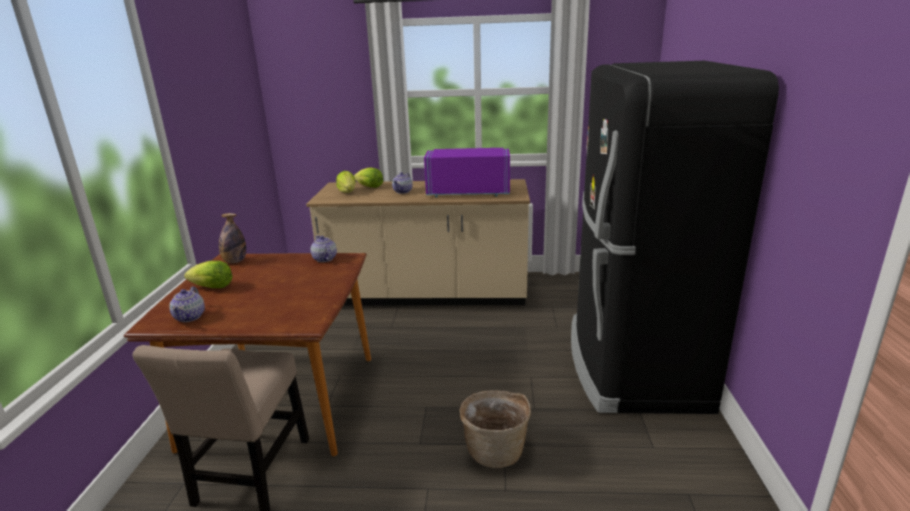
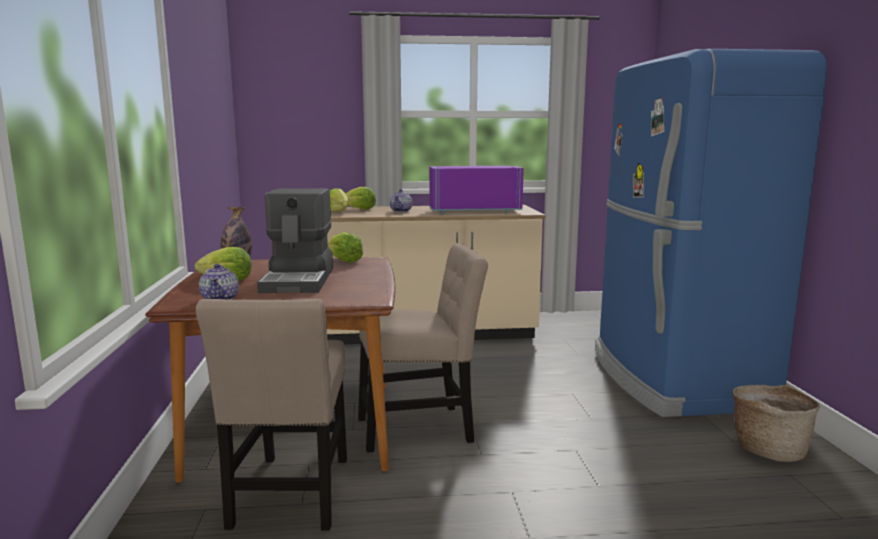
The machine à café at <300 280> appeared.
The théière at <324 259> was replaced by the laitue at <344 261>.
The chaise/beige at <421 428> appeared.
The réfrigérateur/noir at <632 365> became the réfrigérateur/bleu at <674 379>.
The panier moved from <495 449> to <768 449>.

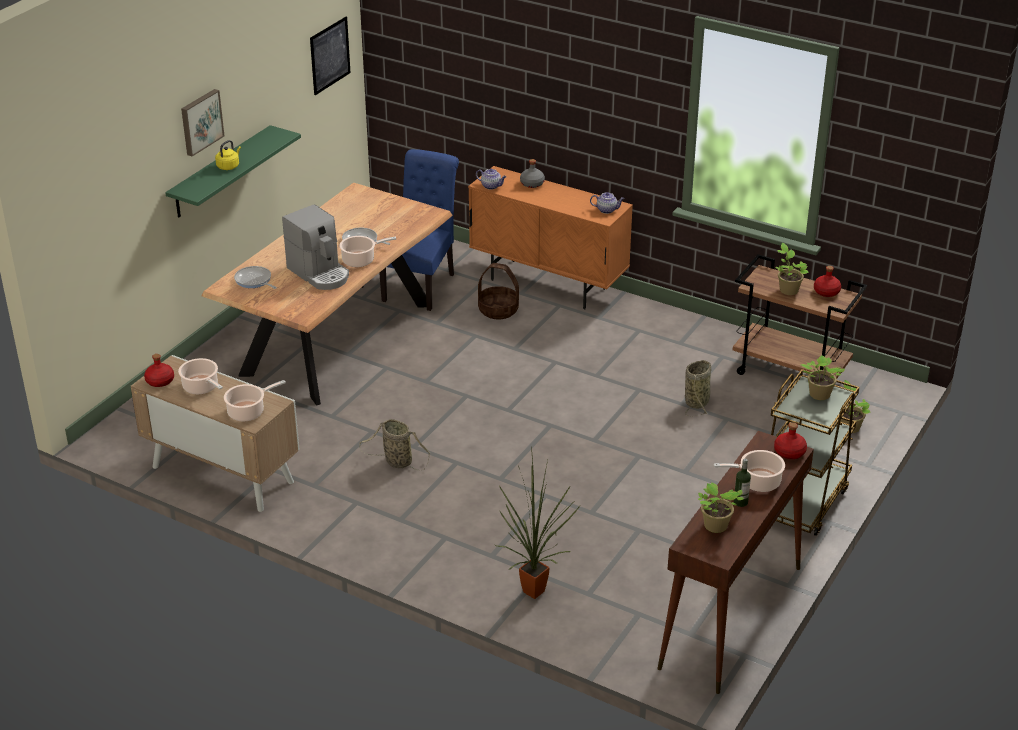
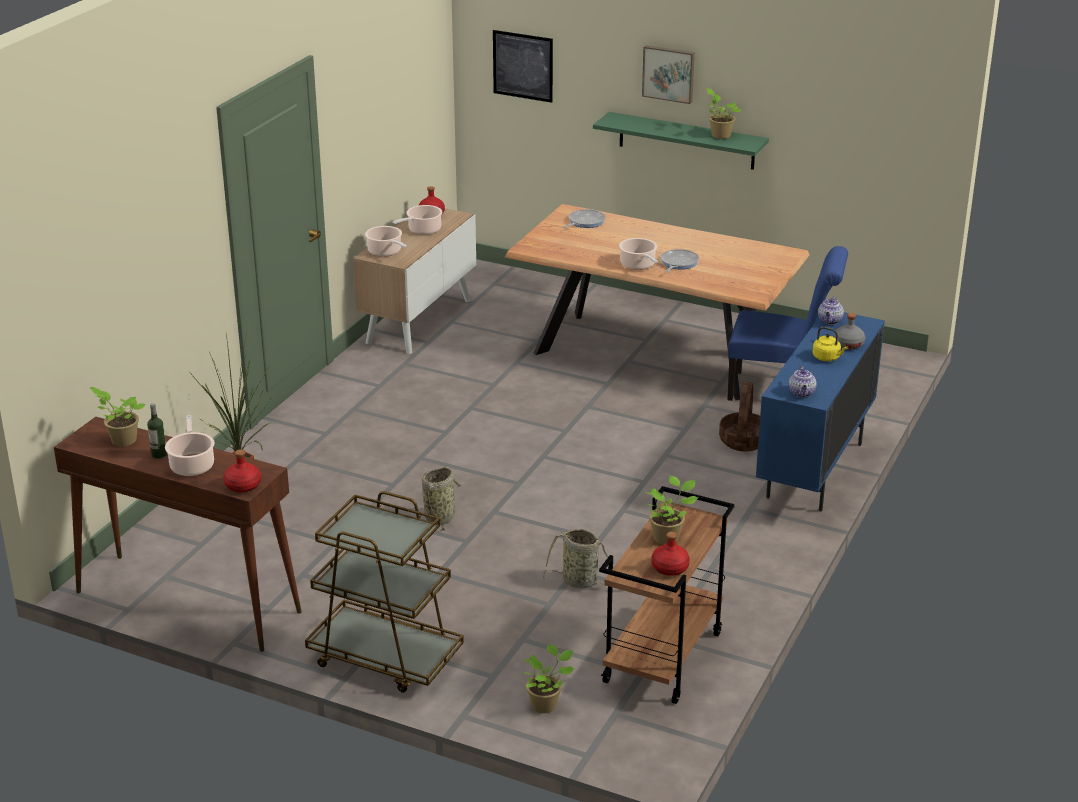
The panier moved from <396 461> to <441 517>.
The tableau moved from <330 55> to <523 66>.
The plante en pot moved from <818 395> to <719 135>.
The meuble de rangement/orange at <548 284> became the meuble de rangement/bleu at <814 471>.
The bouilloire/jaune moved from <229 166> to <827 358>.
The machine à café at <320 273> disappeared.

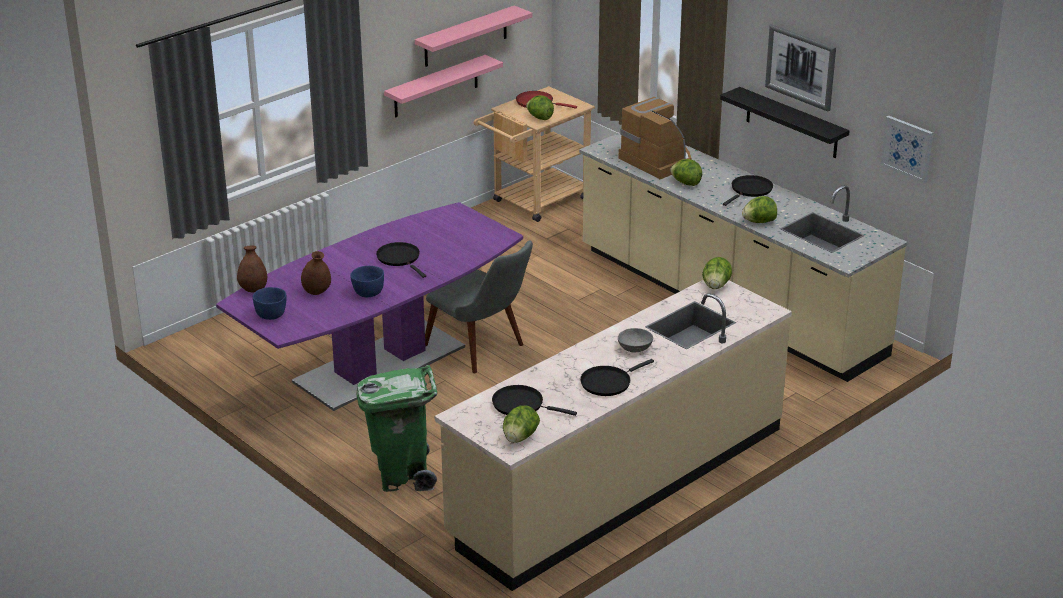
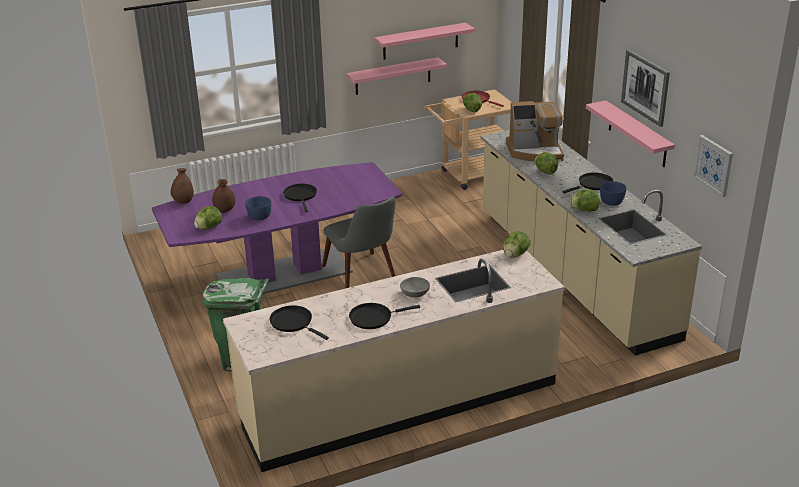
The laitue moved from <520 438> to <208 227>.
The machine à café at <658 160> turned 105 degrees clockwise.
The étagère/noir at <792 123> became the étagère/rose at <637 134>.
The bol/bleu moved from <271 315> to <612 202>.

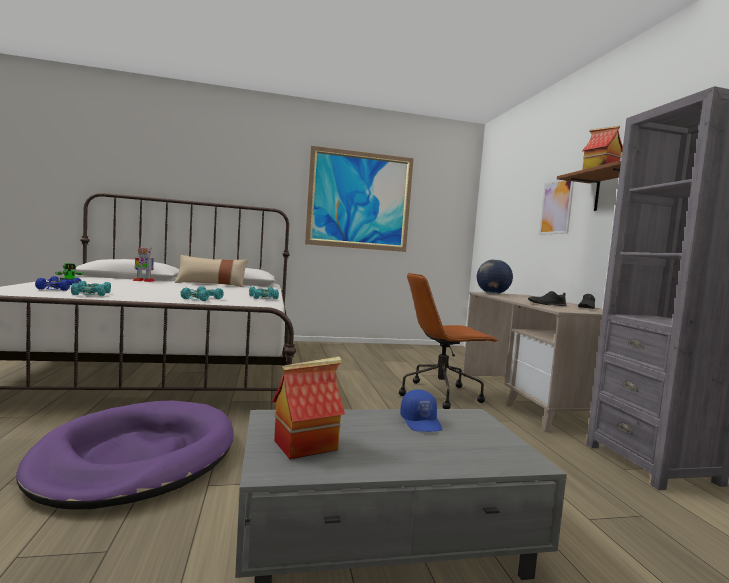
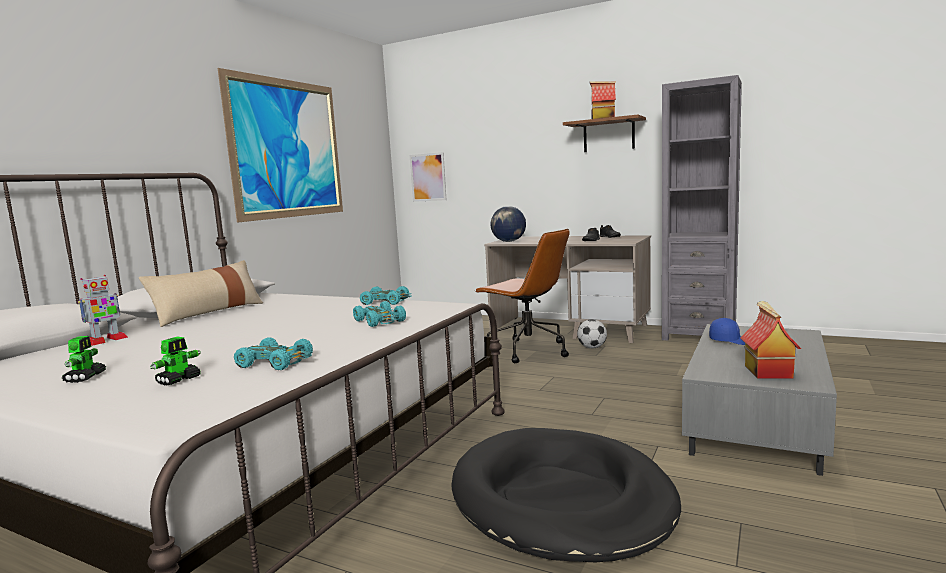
The petite voiture/bleu at <59 289> was replaced by the robot jouet at <179 380>.
The tableau moved from <556 207> to <428 177>.
The panier pour chien/violet at <137 458> became the panier pour chien/noir at <561 499>.
The chaise de bureau/marron at <441 394> turned 75 degrees counterclockwise.
The ballon de foot at <592 347> appeared.

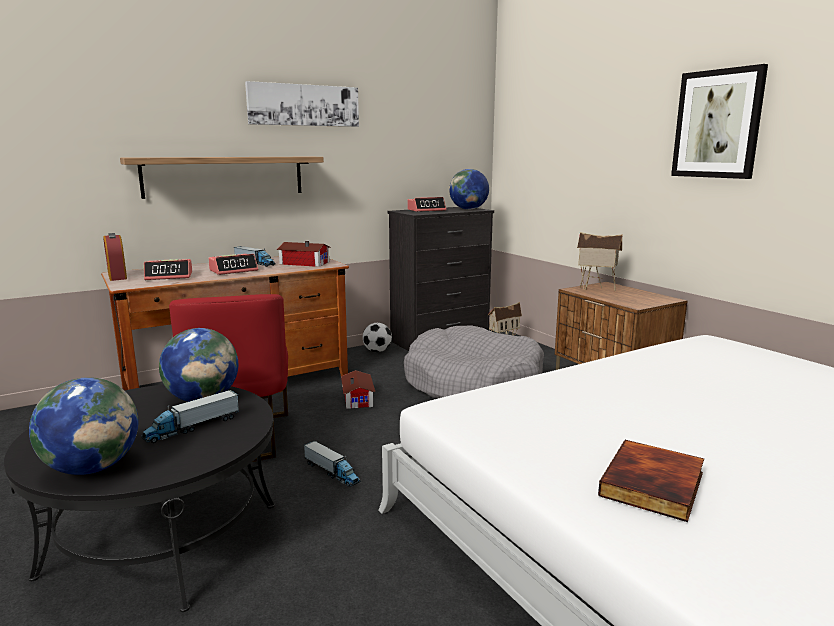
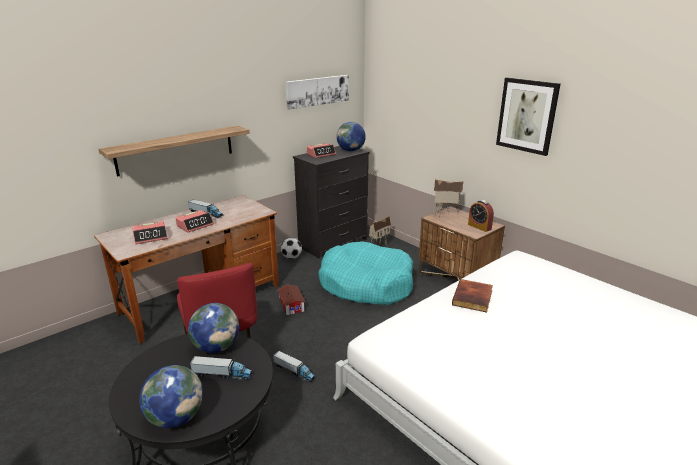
The camion jouet at <192 427> turned 120 degrees counterclockwise.
The tableau moved from <304 105> to <317 91>.
The panier pour chien/gris at <473 384> became the panier pour chien/turquoise at <366 284>.
The livre moved from <654 485> to <473 298>.
The réveil moved from <117 276> to <479 227>.
The maison miniature at <304 263> disappeared.

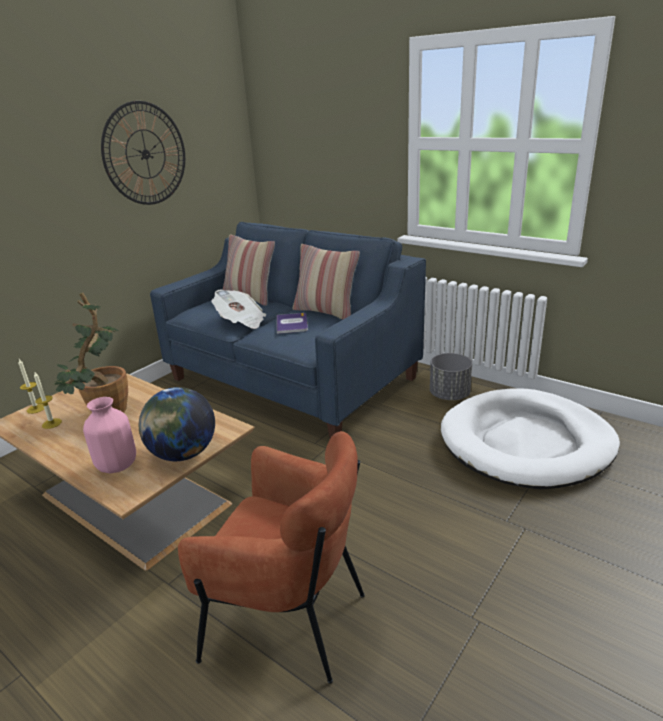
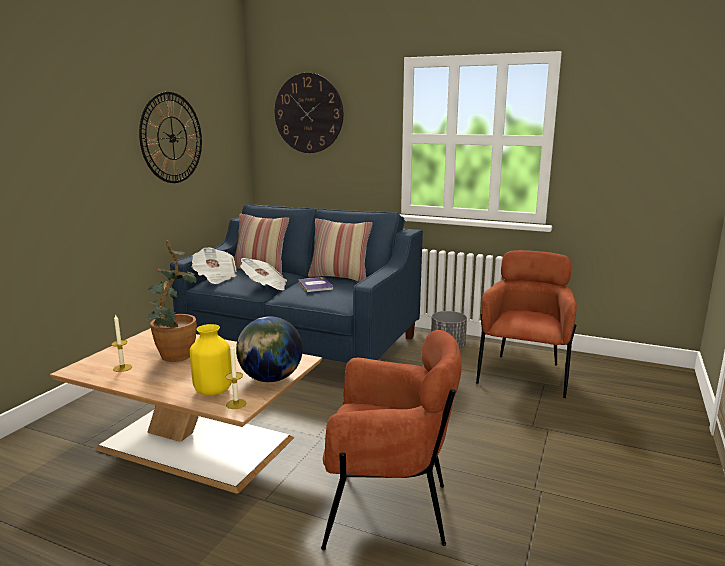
The vase/rose at <117 465> became the vase/jaune at <213 391>.
The journal at <215 277> appeared.
The bougie moved from <36 409> to <236 404>.
The horloge murale at <308 113> appeared.
The panier pour chien/blanc at <526 443> was replaced by the fauteuil/marron at <524 375>.

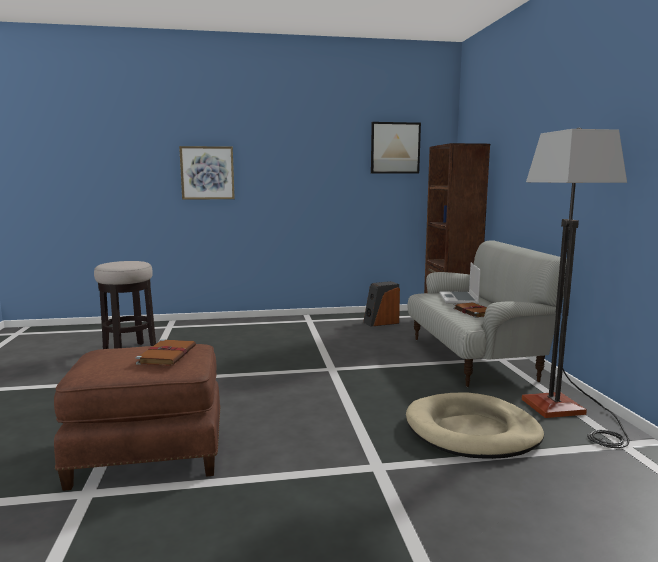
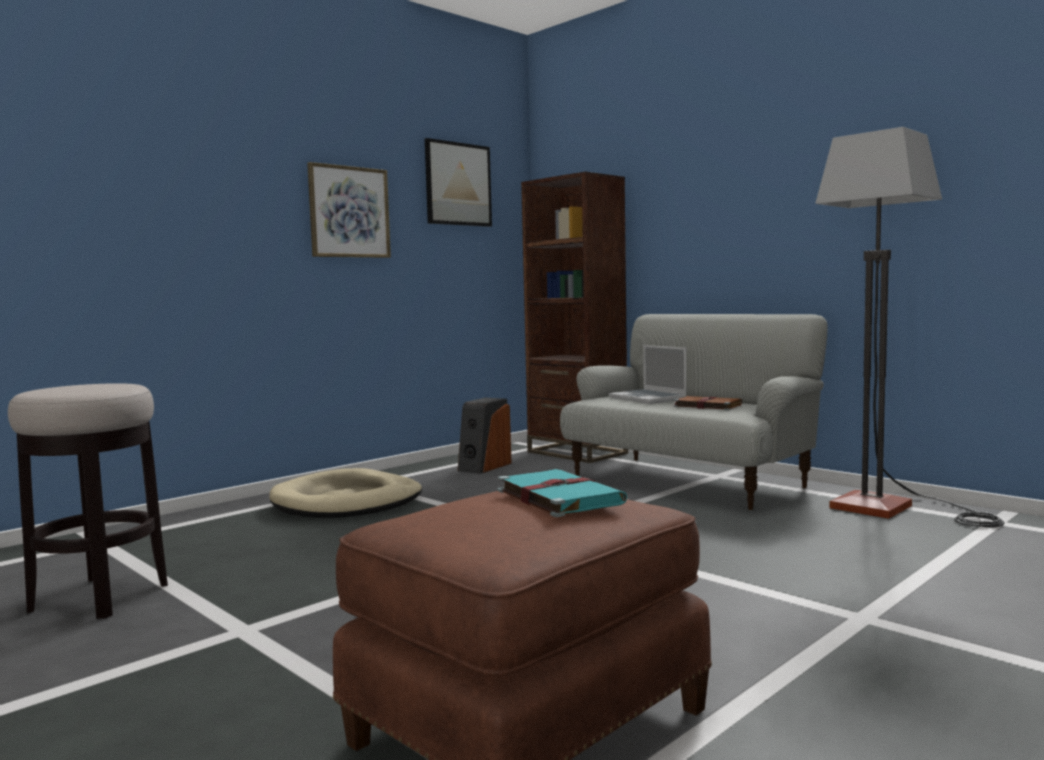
The panier pour chien/beige moved from <472 431> to <347 502>.
The tableau moved from <207 173> to <349 212>.
The livre/marron at <167 354> became the livre/turquoise at <557 497>.

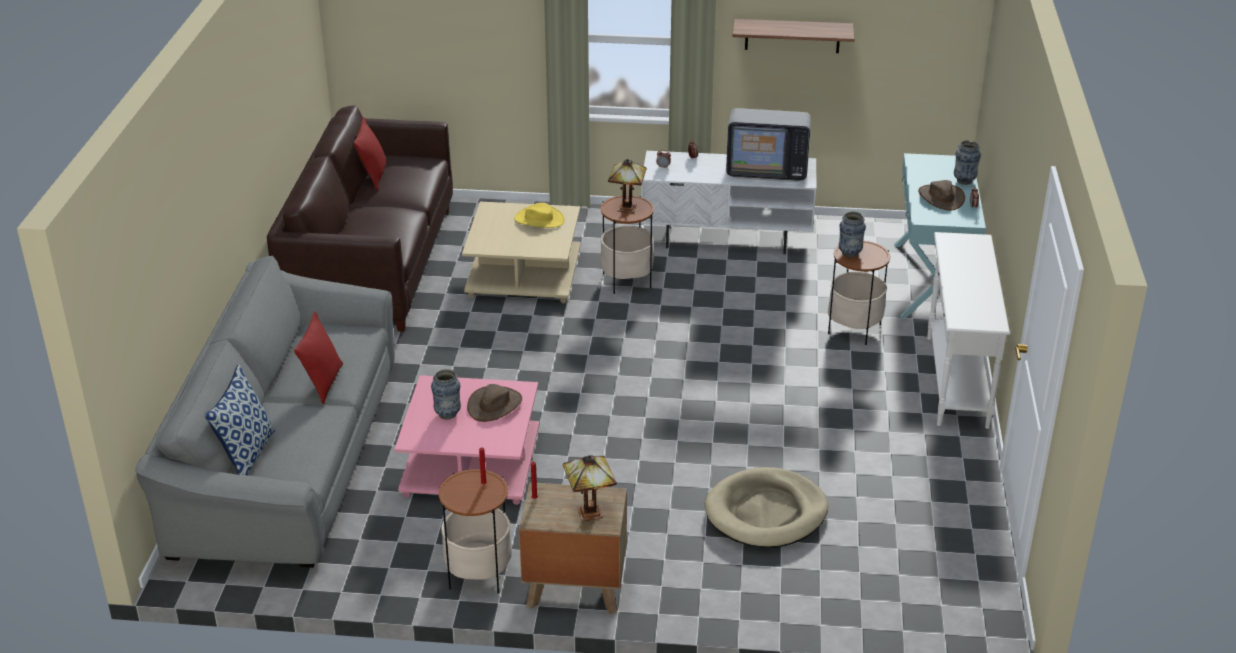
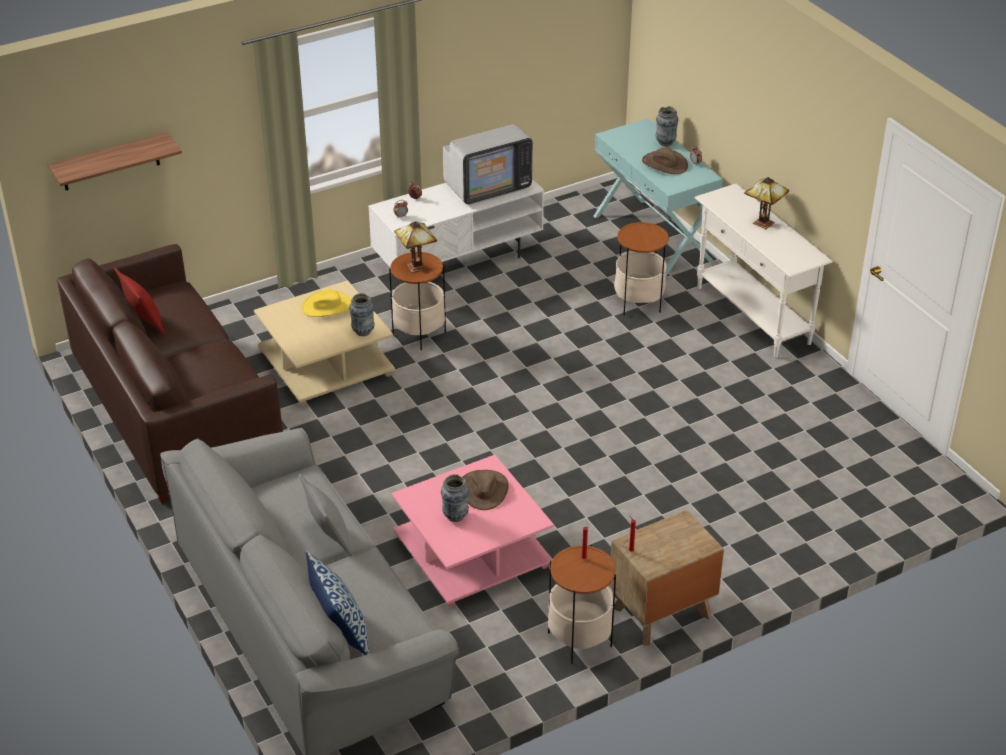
The étagère moved from <792 36> to <110 162>.
The coussin/rouge at <323 383> became the coussin/gris at <328 537>.
The vase moved from <850 253> to <363 331>.
The lampe de table moved from <588 512> to <761 223>.
The panier pour chien/beige at <766 513> disappeared.

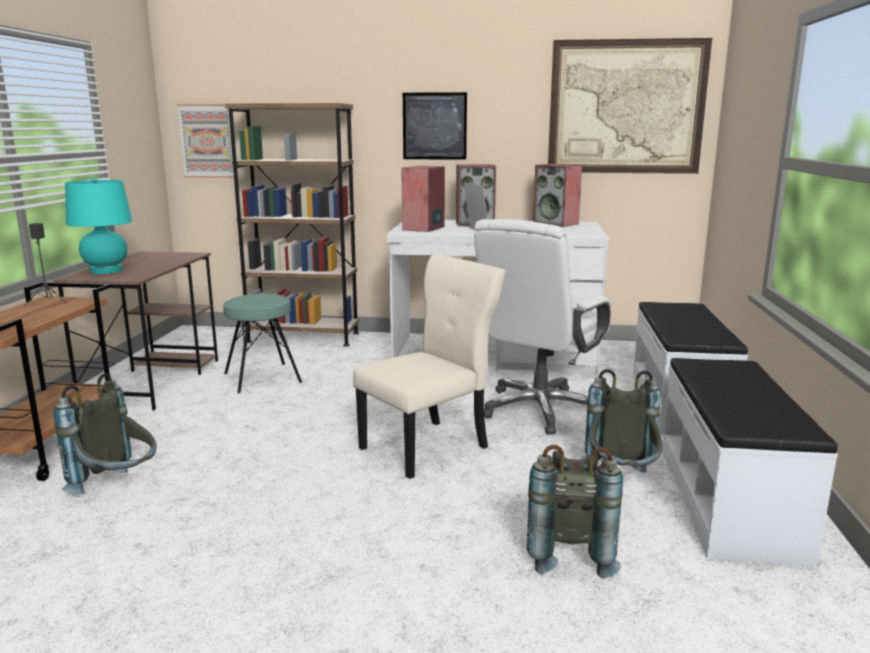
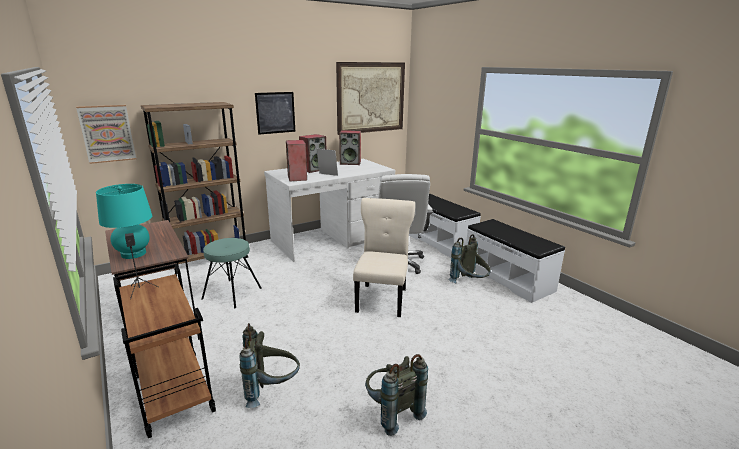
The sac à dos/gris moved from <568 552> to <391 412>.

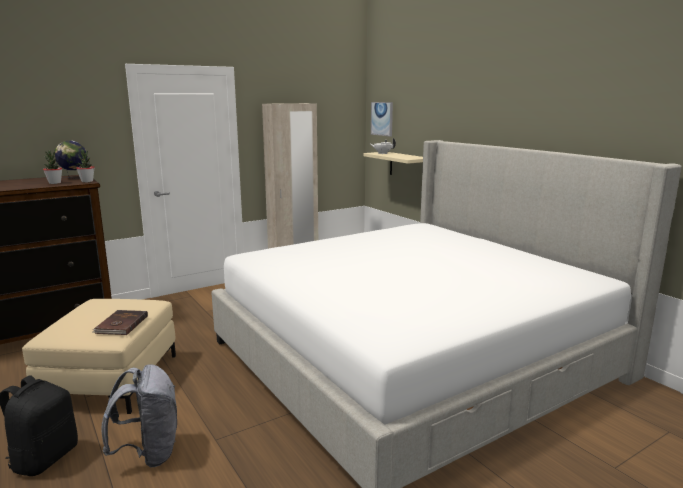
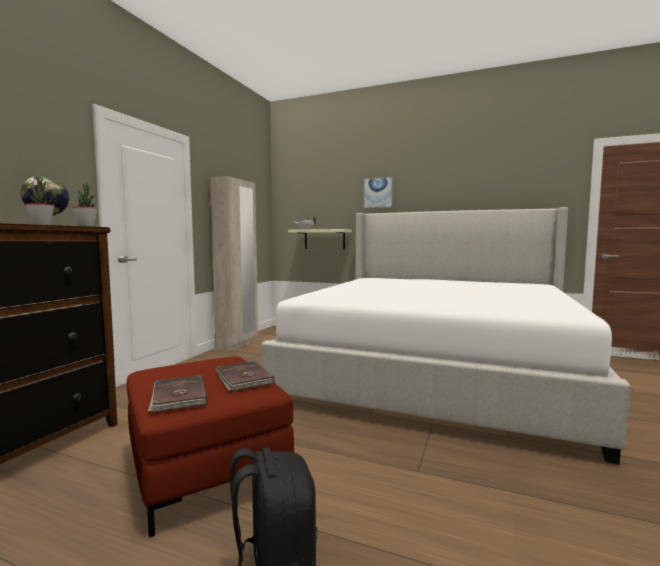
The pouf/beige at <111 380> became the pouf/rouge at <205 467>.
The livre/marron at <178 396> appeared.
The tableau moved from <382 118> to <378 193>.
The sac à dos/gris at <149 453> disappeared.

